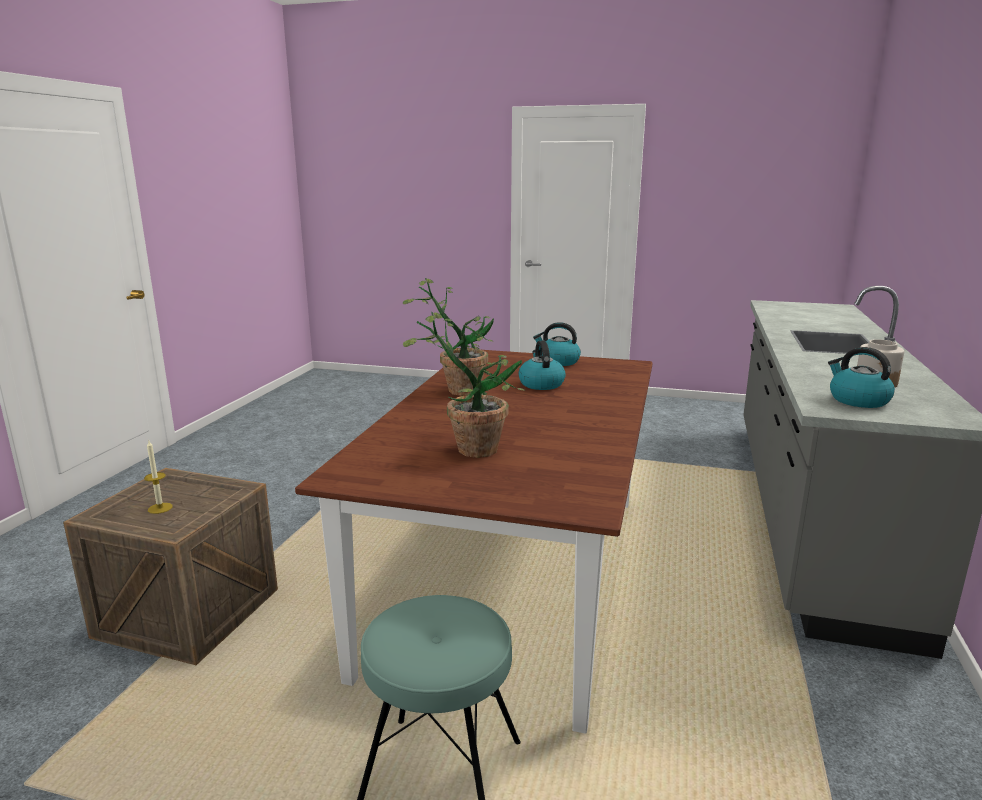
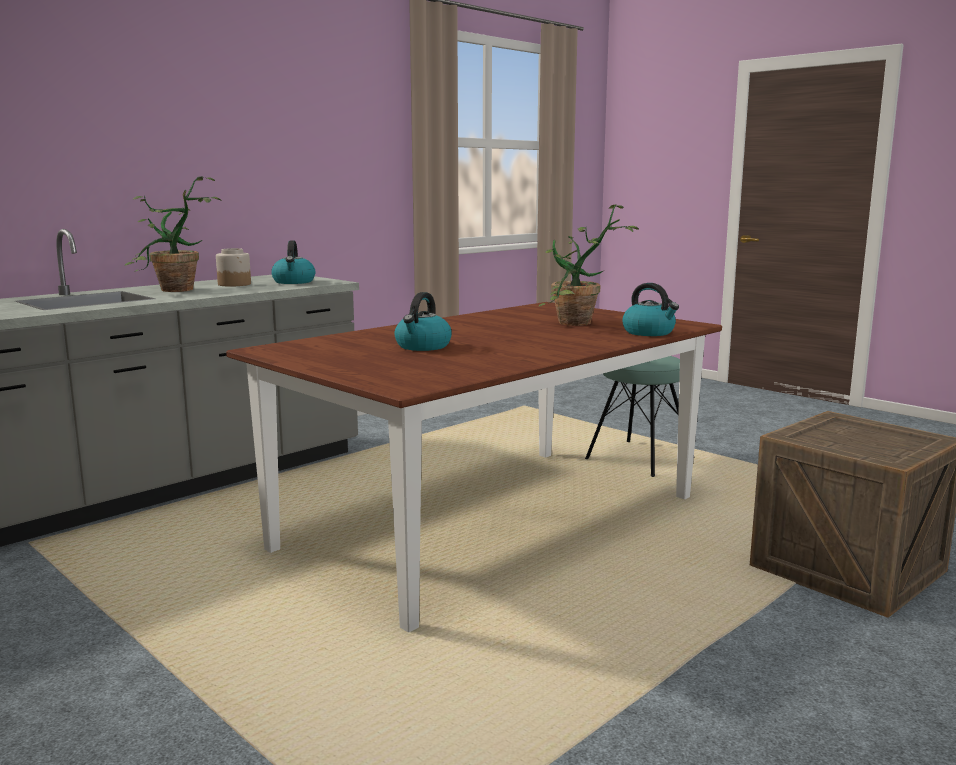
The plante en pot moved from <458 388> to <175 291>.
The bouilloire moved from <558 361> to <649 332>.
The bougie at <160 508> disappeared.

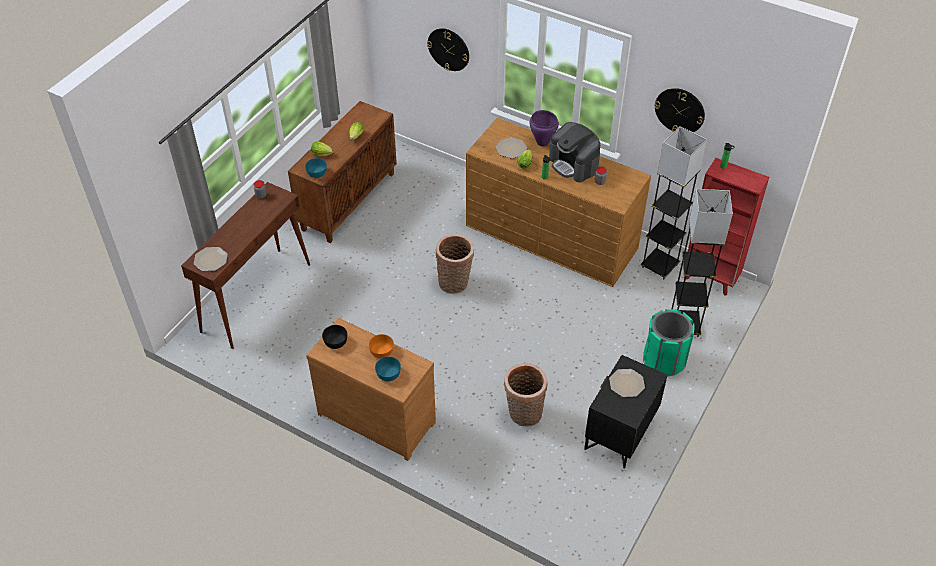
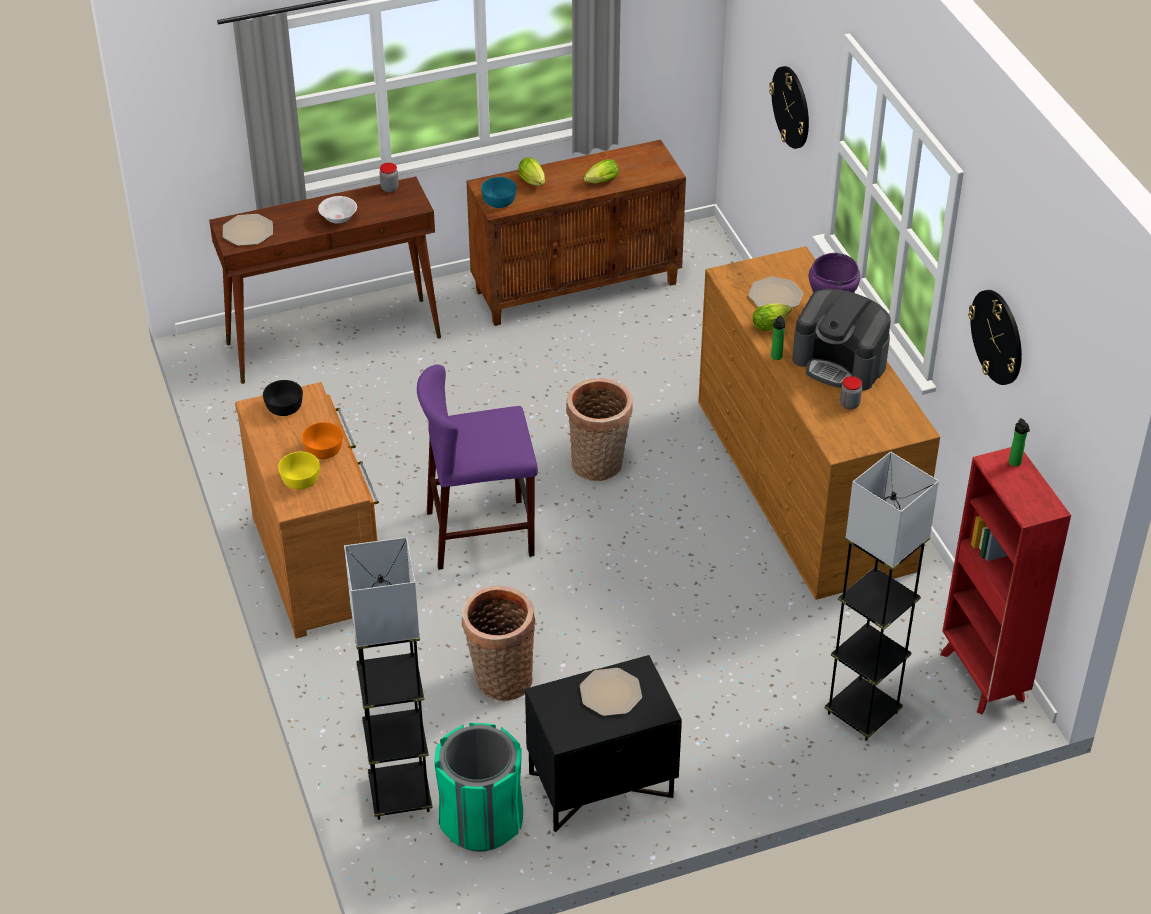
The bol/turquoise at <388 374> became the bol/jaune at <301 480>.
The bol/blanc at <338 219> appeared.
The lampadaire/gris moved from <659 266> to <400 795>.
The tabouret/violet at <480 534> appeared.
The poubelle/vert moved from <664 360> to <481 821>.
The machine à café at <574 164> turned 60 degrees counterclockwise.

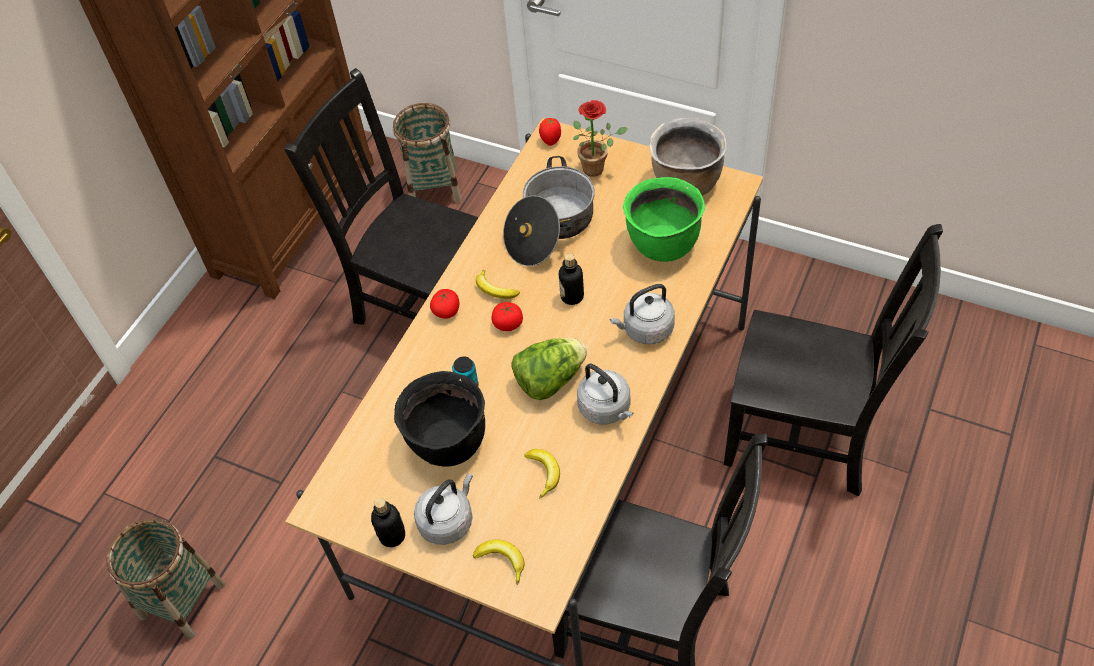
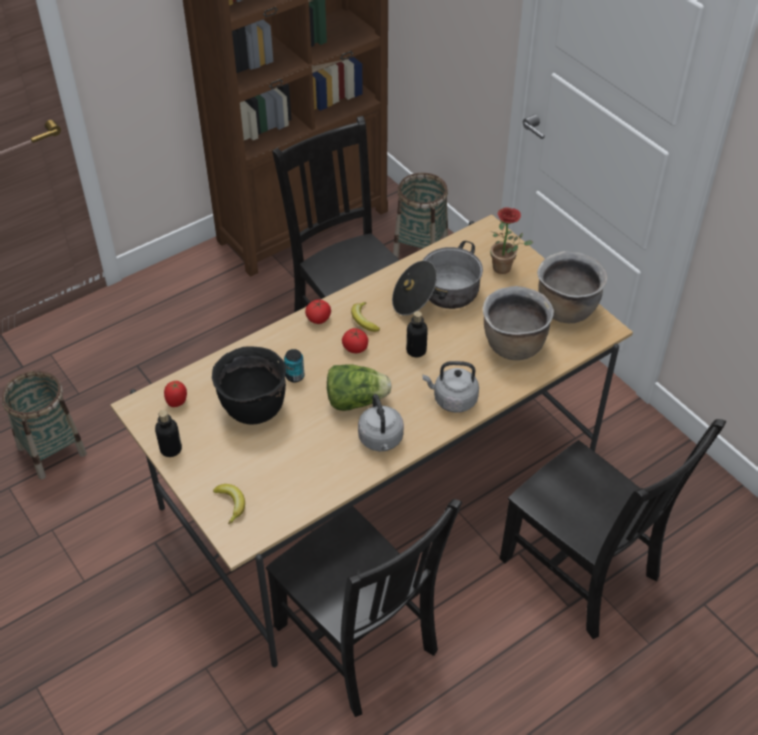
The tomate moved from <551 140> to <177 402>.
The marmite/vert at <662 244> became the marmite/marron at <513 345>.
The bouilloire/gris at <448 520> disappeared.
The banane at <544 473> disappeared.

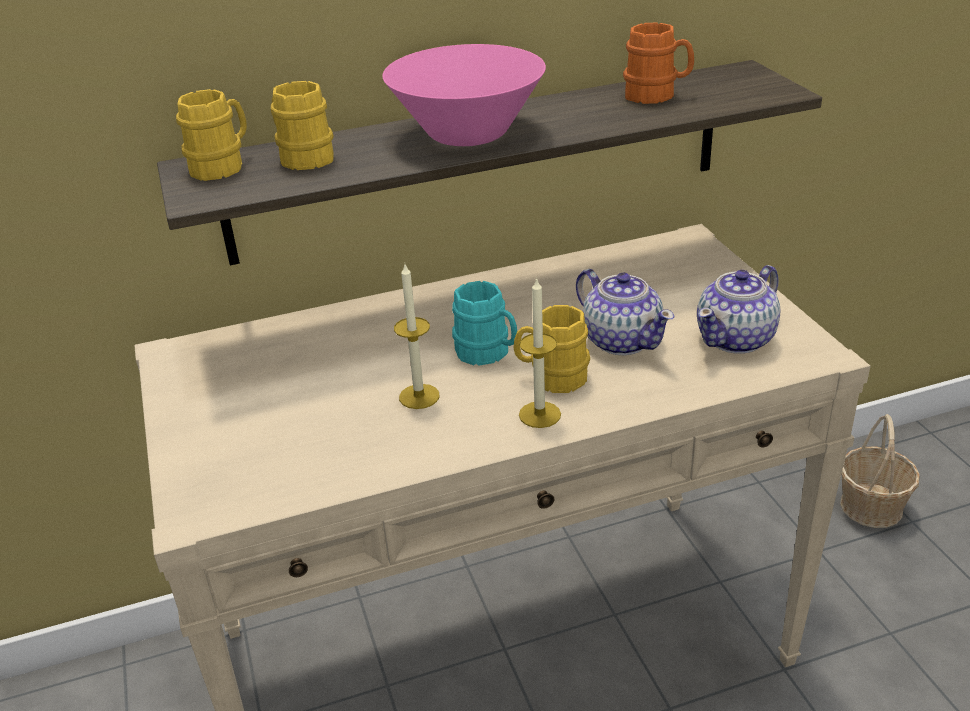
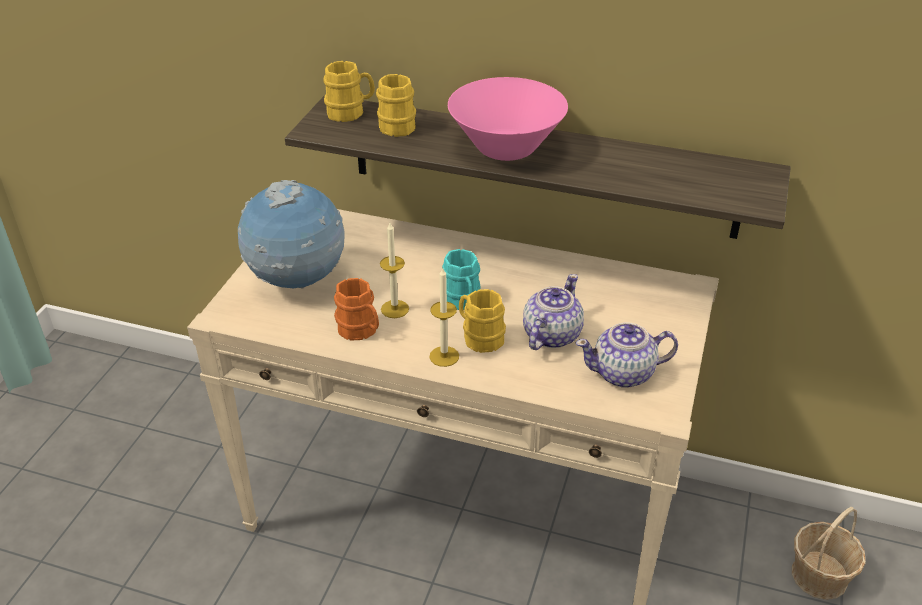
The globe at <298 282> appeared.
The mug/orange moved from <657 95> to <360 331>.
The théière at <621 340> turned 150 degrees counterclockwise.

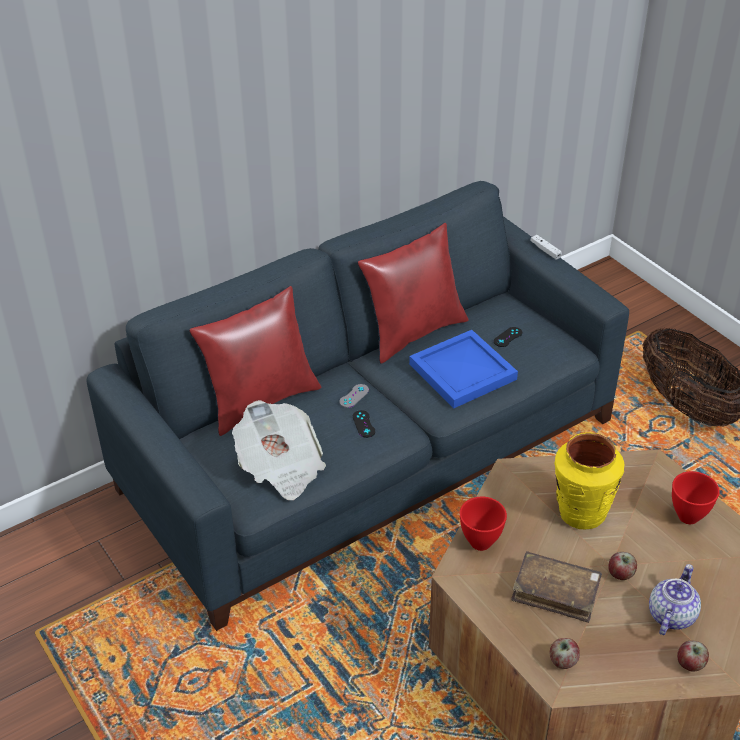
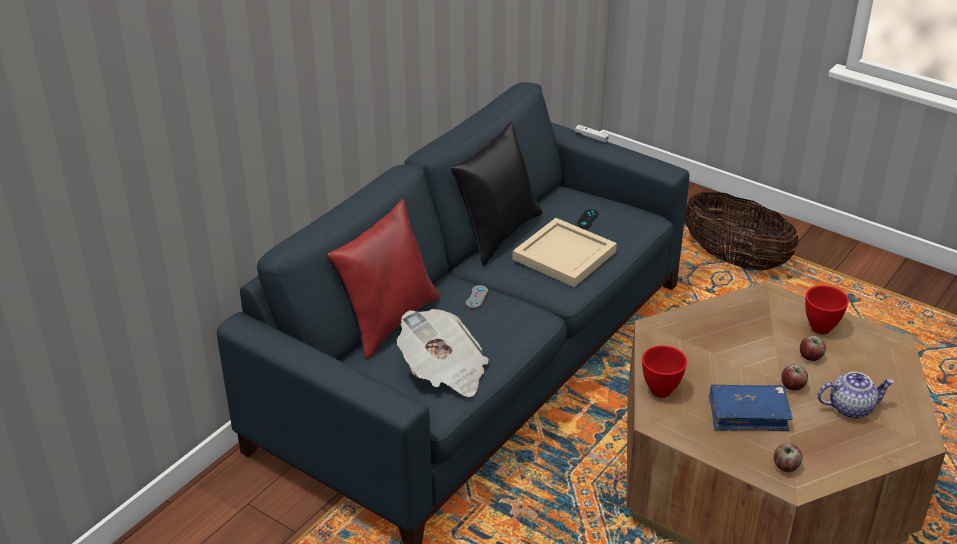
The coussin/rouge at <413 332> became the coussin/noir at <497 233>.
The plateau/bleu at <464 372> became the plateau/beige at <566 255>.
The livre/marron at <556 592> became the livre/bleu at <748 414>.
The pomme moved from <690 664> to <810 357>.
The théière at <671 615> turned 75 degrees clockwise.
The manette/noir at <363 424> disappeared.
The vase/jaune at <581 513> disappeared.

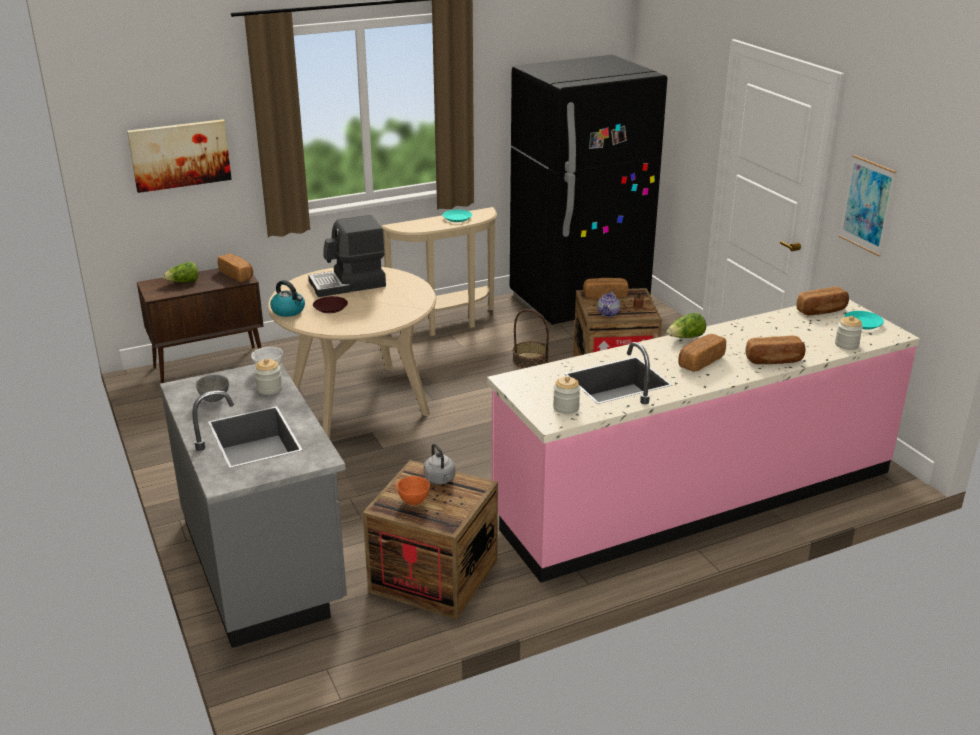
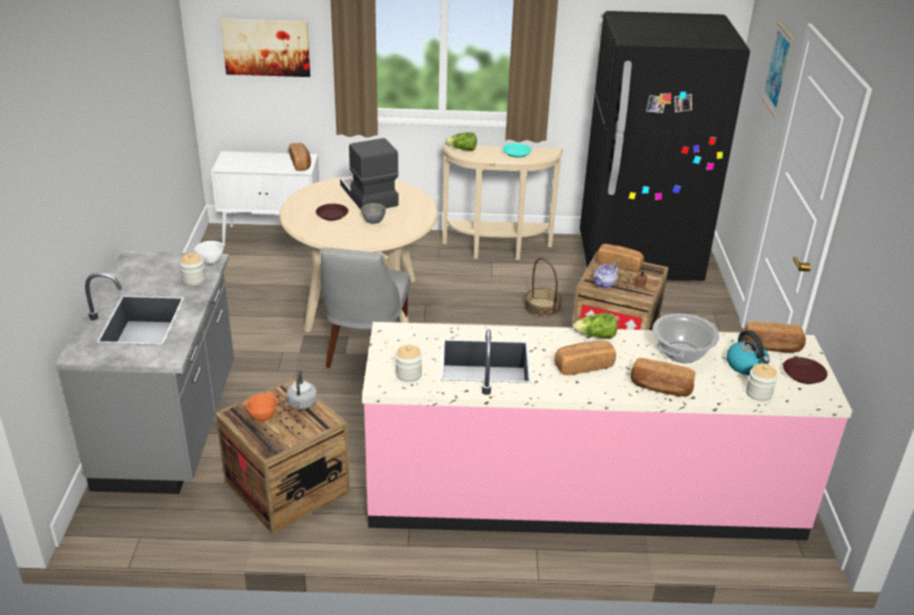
The meuble de rangement/marron at <210 366> became the meuble de rangement/blanc at <273 238>.
The chaise/gris at <365 350> appeared.
The machine à café at <348 284> turned 60 degrees clockwise.
The bol/gris moved from <215 399> to <374 222>.
The laitue moved from <183 282> to <462 149>.
The marmite at <681 353> appeared.
The bouilloire moved from <289 311> to <746 366>.
The tableau moved from <867 205> to <777 69>.
The assiette/turquoise at <863 323> became the assiette/marron at <803 374>.

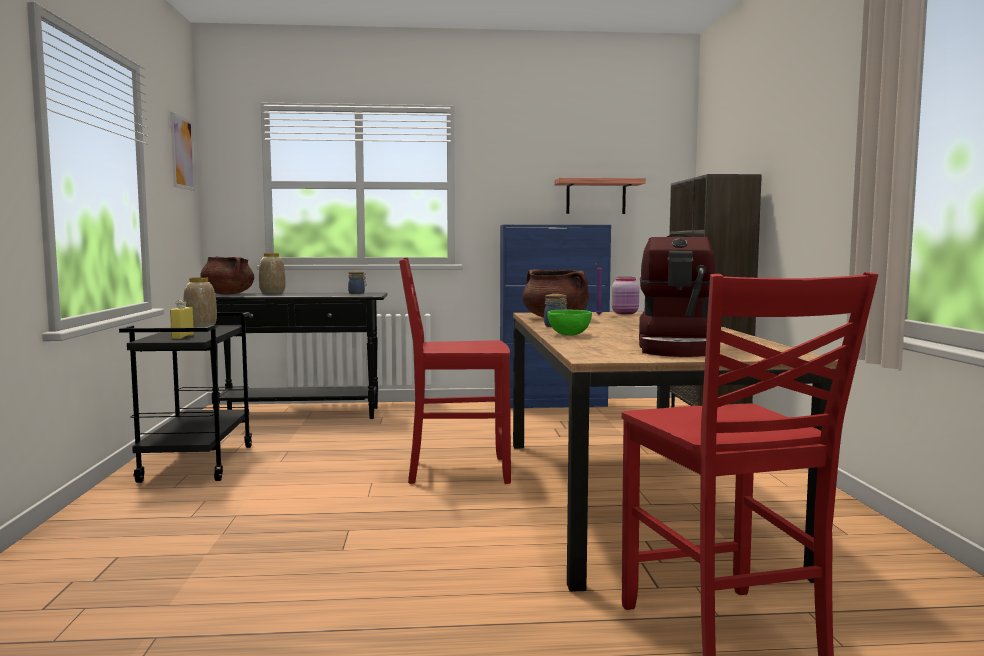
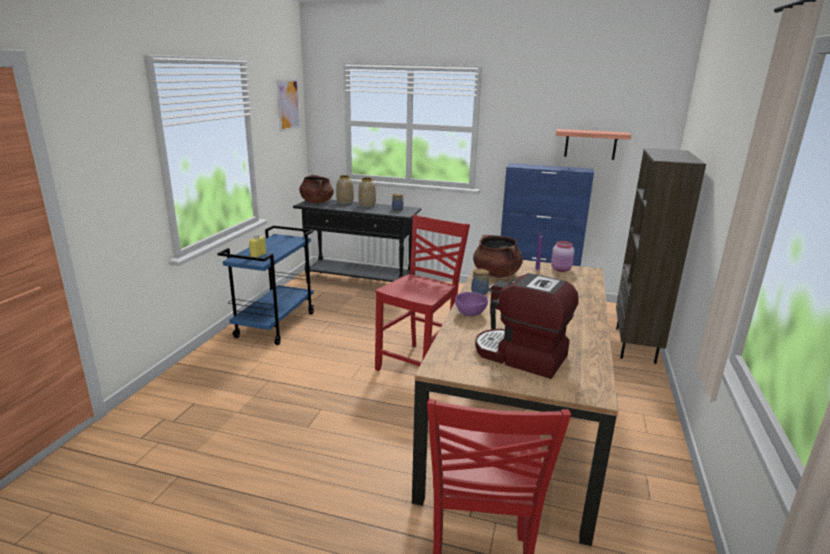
The chariot/noir at <197 463> became the chariot/bleu at <275 324>.
The vase moved from <200 326> to <367 205>.
The chaise/rouge at <455 471> turned 105 degrees clockwise.
The bol/vert at <568 335> became the bol/violet at <469 313>.
The machine à café at <677 347> turned 90 degrees clockwise.

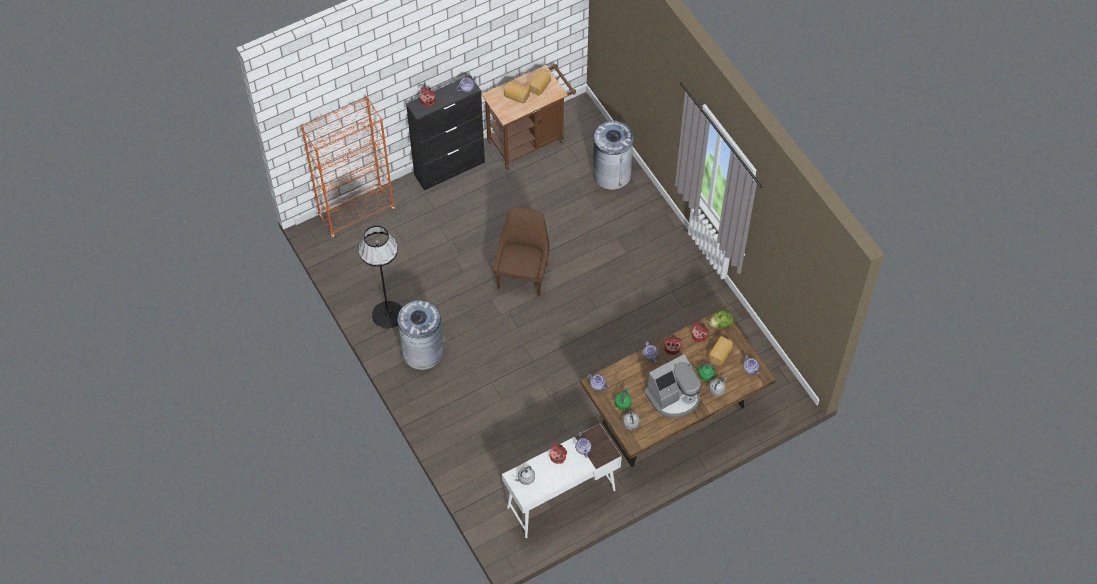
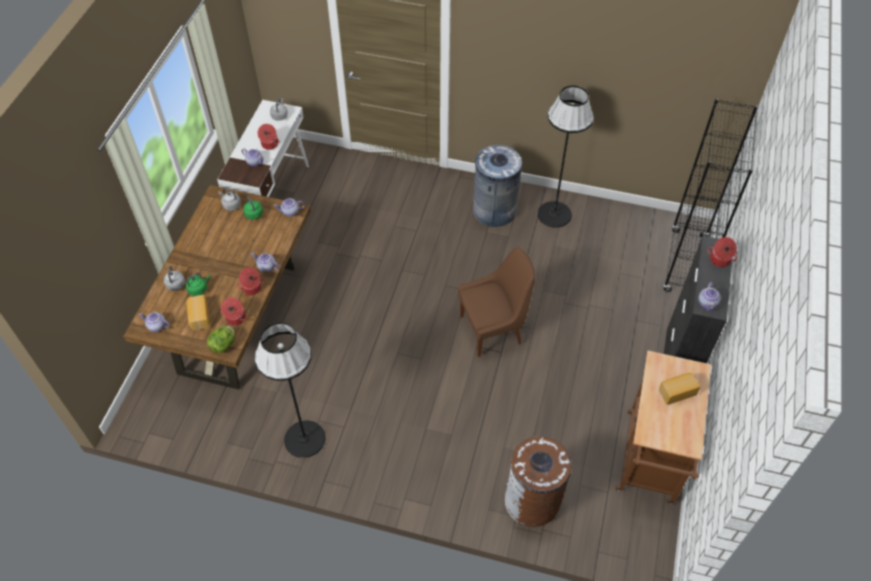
The lampadaire/noir at <304 439> appeared.
The chaise/marron at <523 274> turned 75 degrees counterclockwise.
The poubelle/gris at <611 173> became the poubelle/marron at <532 501>.
The bibliothèque/orange at <357 214> became the bibliothèque/noir at <685 264>.
The pain at <540 86> disappeared.
The machine à café at <674 397> disappeared.

